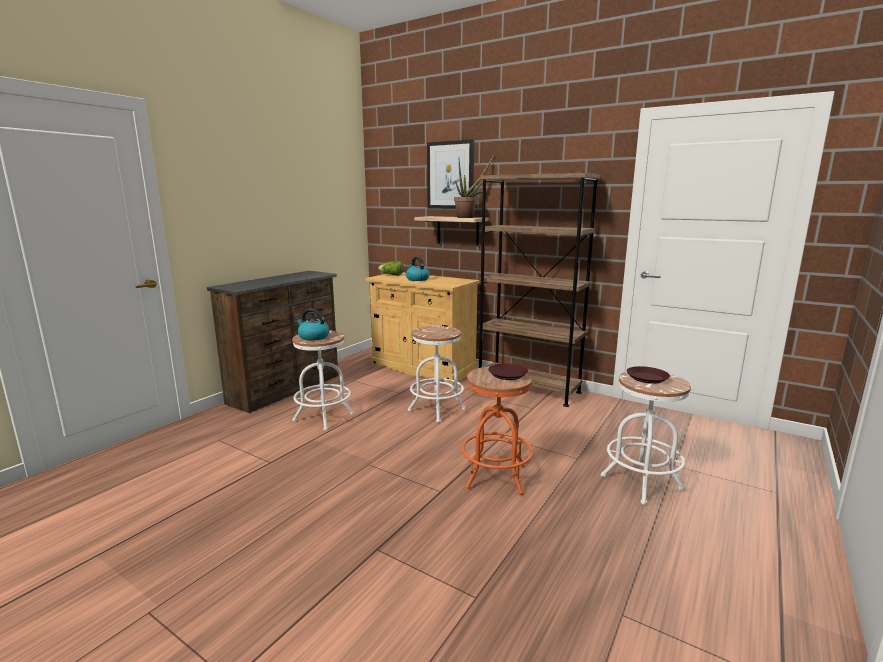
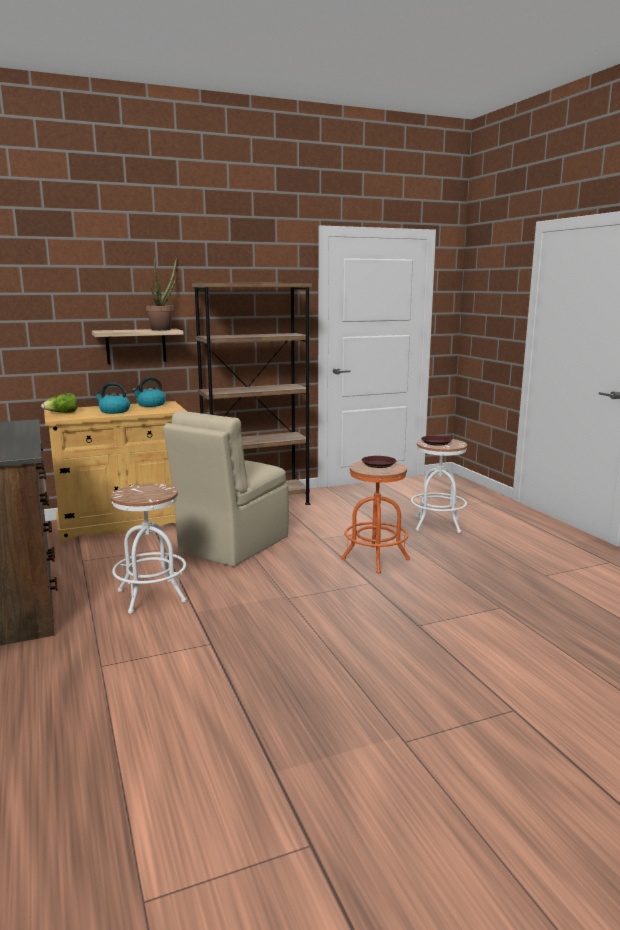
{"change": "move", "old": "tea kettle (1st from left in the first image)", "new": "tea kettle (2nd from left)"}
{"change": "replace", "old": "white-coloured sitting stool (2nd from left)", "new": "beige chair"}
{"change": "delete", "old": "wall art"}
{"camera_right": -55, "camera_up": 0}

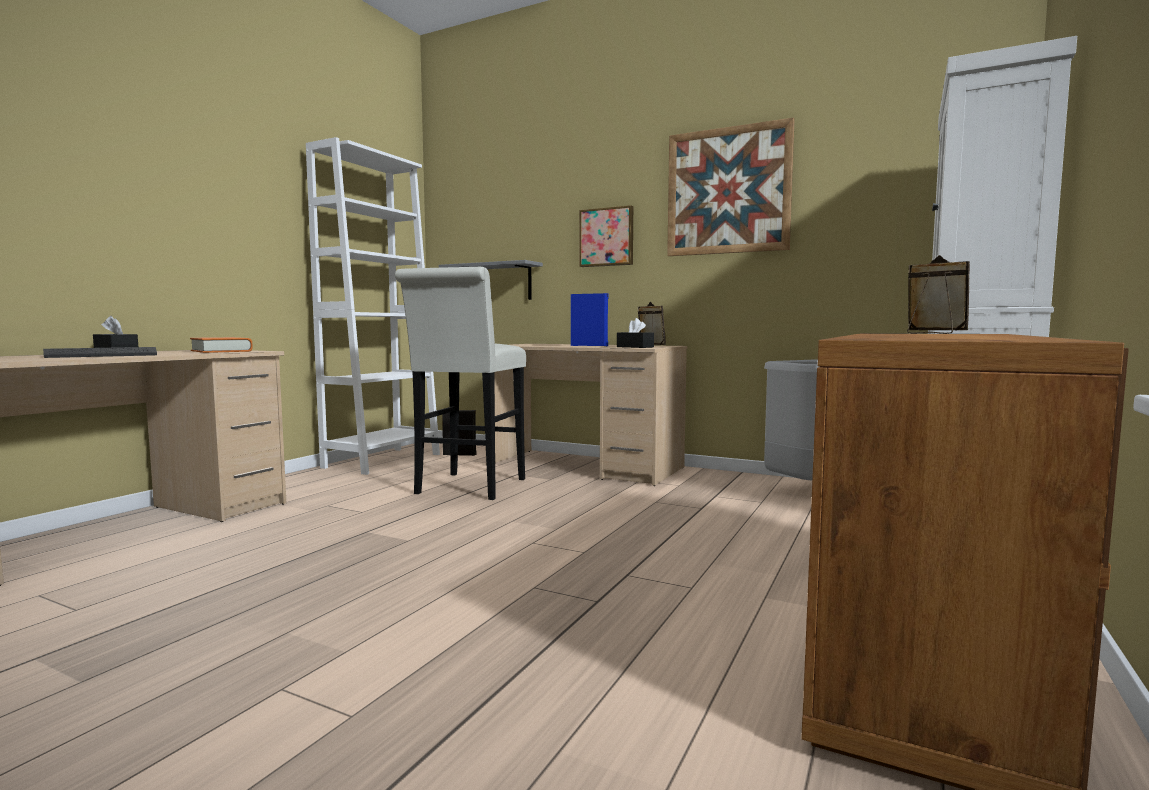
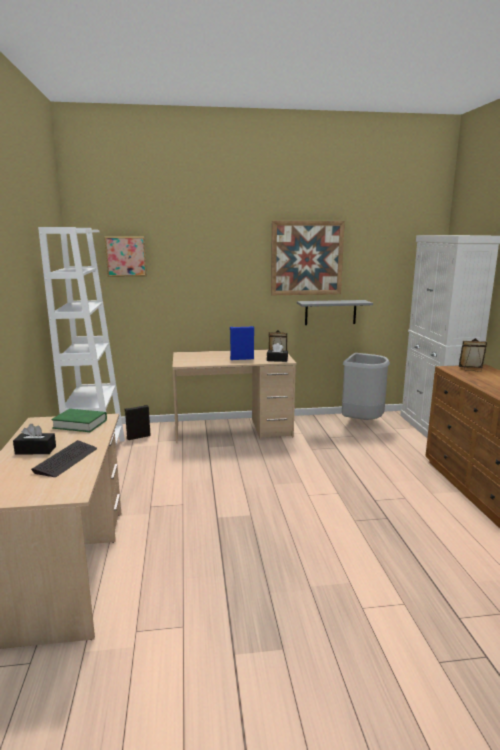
{"change": "recolor", "old": "orange book", "new": "greenish book"}
{"change": "move", "old": "wall art (1st from left)"}
{"change": "move", "old": "greyish shelf"}
{"change": "delete", "old": "white-coloured sitting stool"}
{"camera_right": -35, "camera_up": 10}

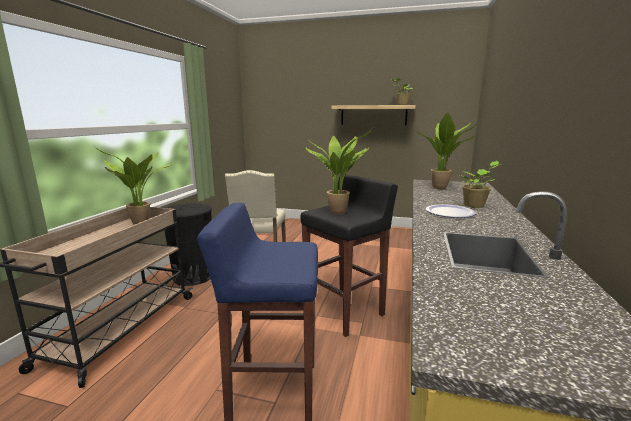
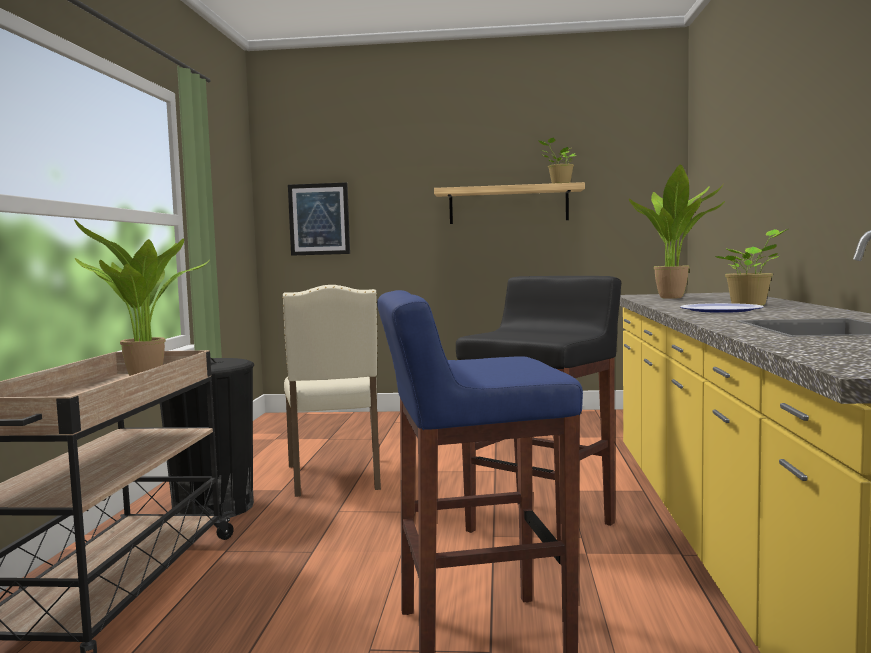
{"change": "insert", "new": "wall art"}
{"change": "delete", "old": "potted plant (2nd from left)"}
{"camera_right": -10, "camera_up": -10}

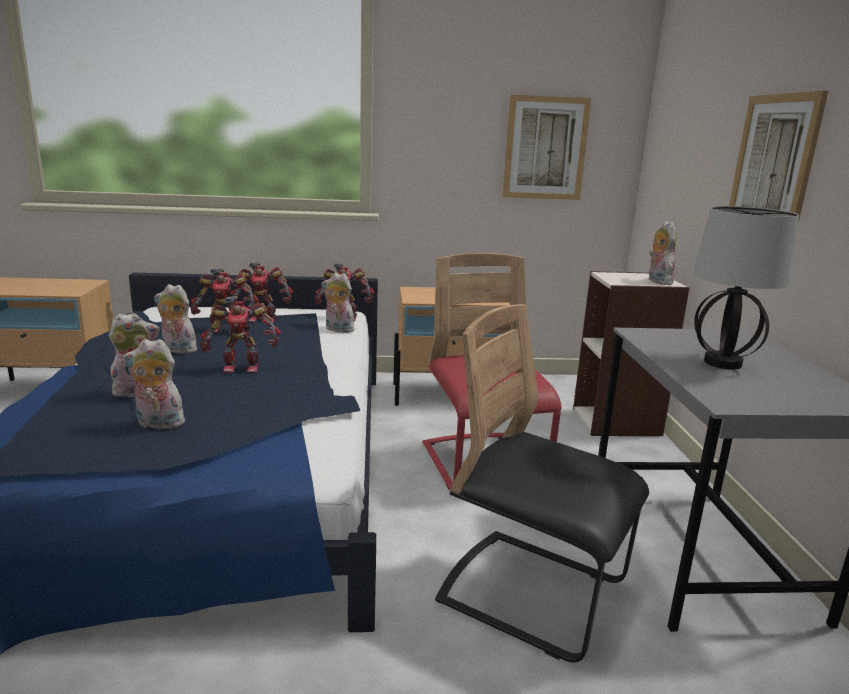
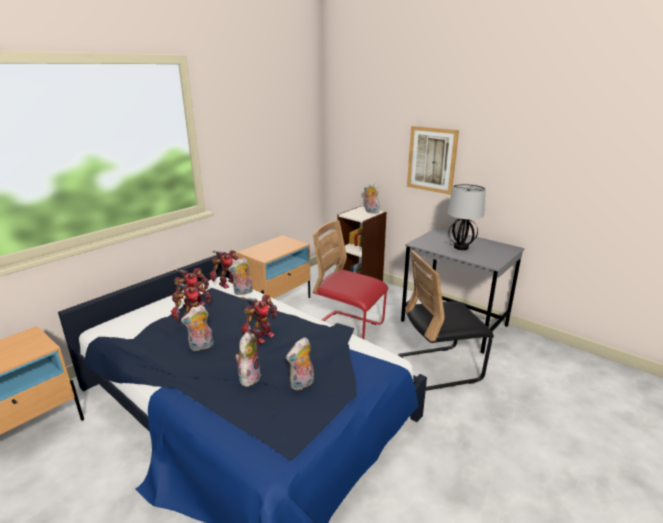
{"change": "delete", "old": "wall art (1st from left)"}
{"camera_right": -45, "camera_up": 5}

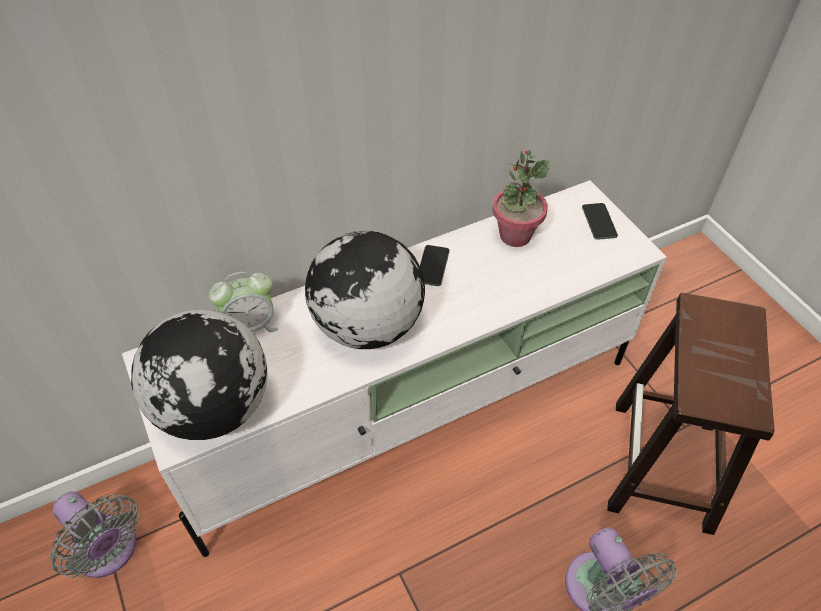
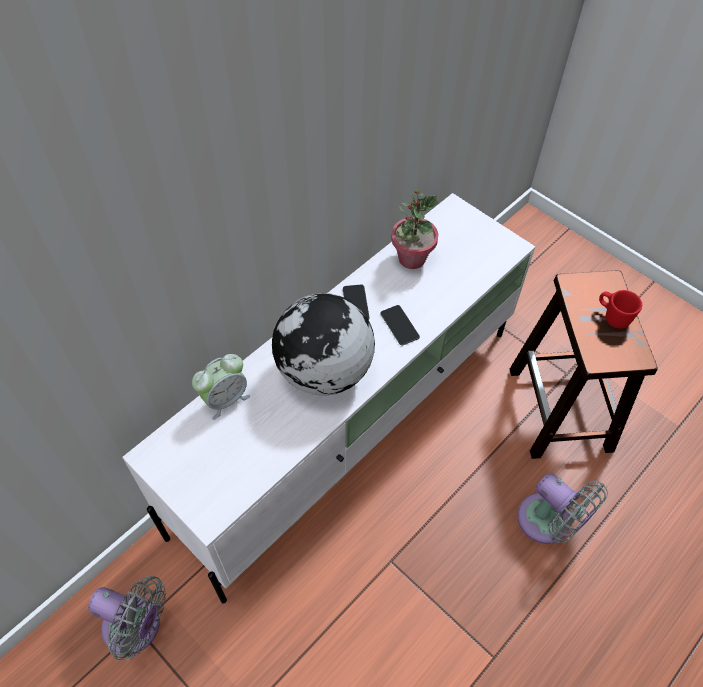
{"change": "move", "old": "phone (2nd from left)"}
{"change": "insert", "new": "red-coloured coffee mug"}
{"change": "delete", "old": "desk globe (1st from left)"}
{"camera_right": -20, "camera_up": 5}

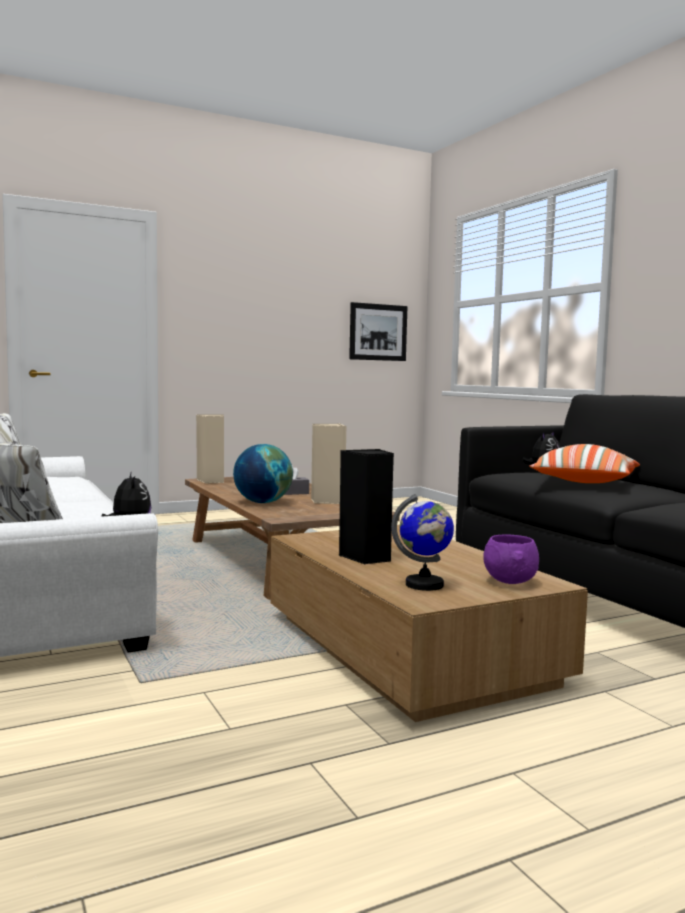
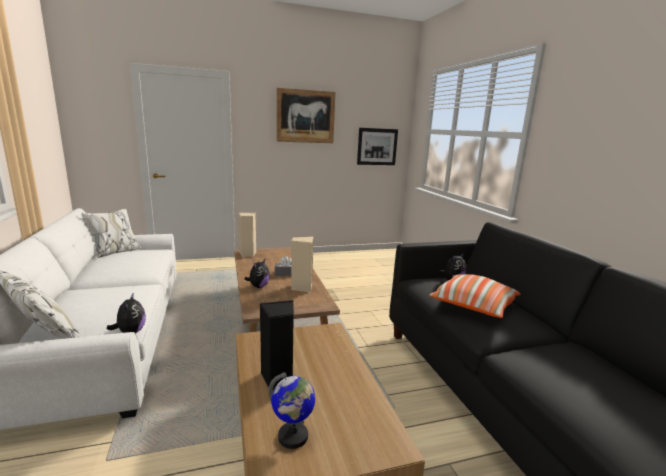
{"change": "replace", "old": "desk globe (1st from left)", "new": "plush toy (2nd from left)"}
{"change": "insert", "new": "wall art (1st from left)"}
{"change": "delete", "old": "purplish serving bowl"}
{"camera_right": 10, "camera_up": 10}

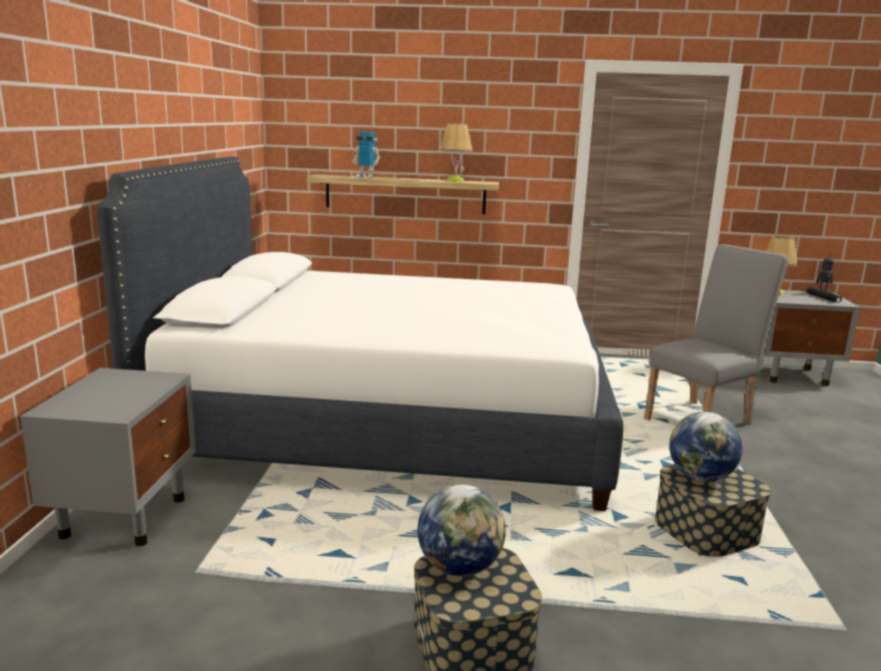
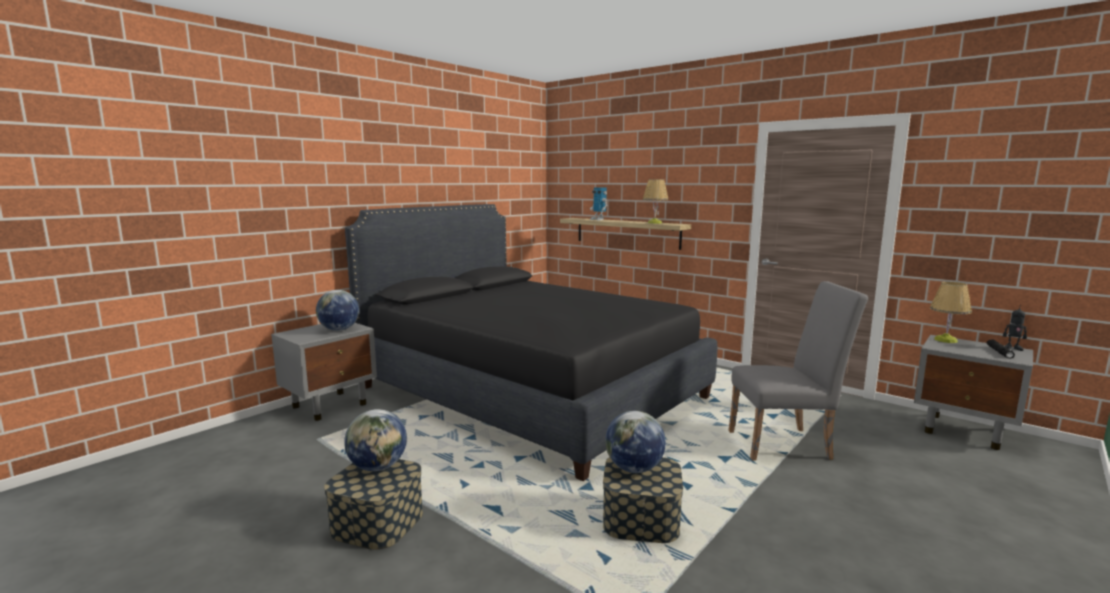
{"change": "insert", "new": "desk globe (1st from left)"}
{"change": "recolor", "old": "white-coloured bed", "new": "blackish bed"}
{"camera_right": 35, "camera_up": -5}

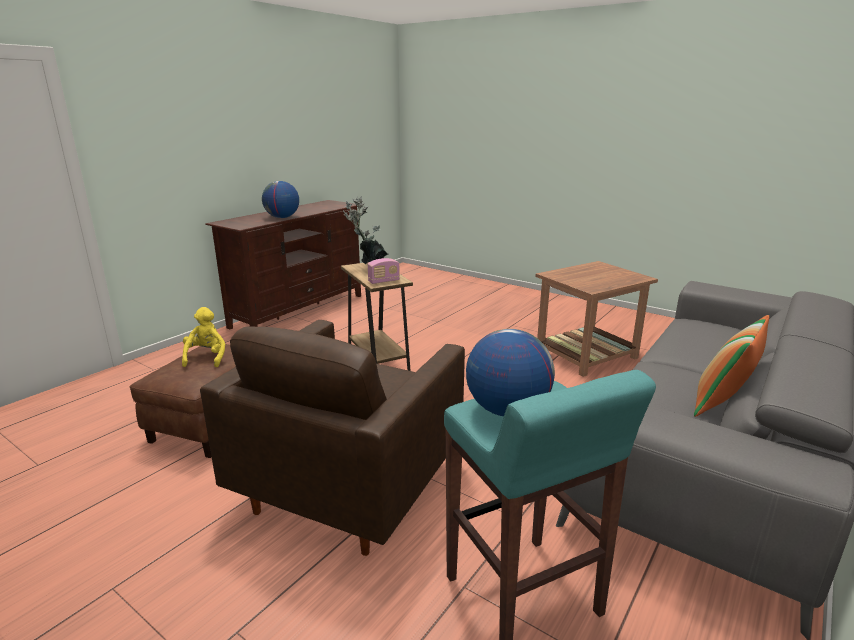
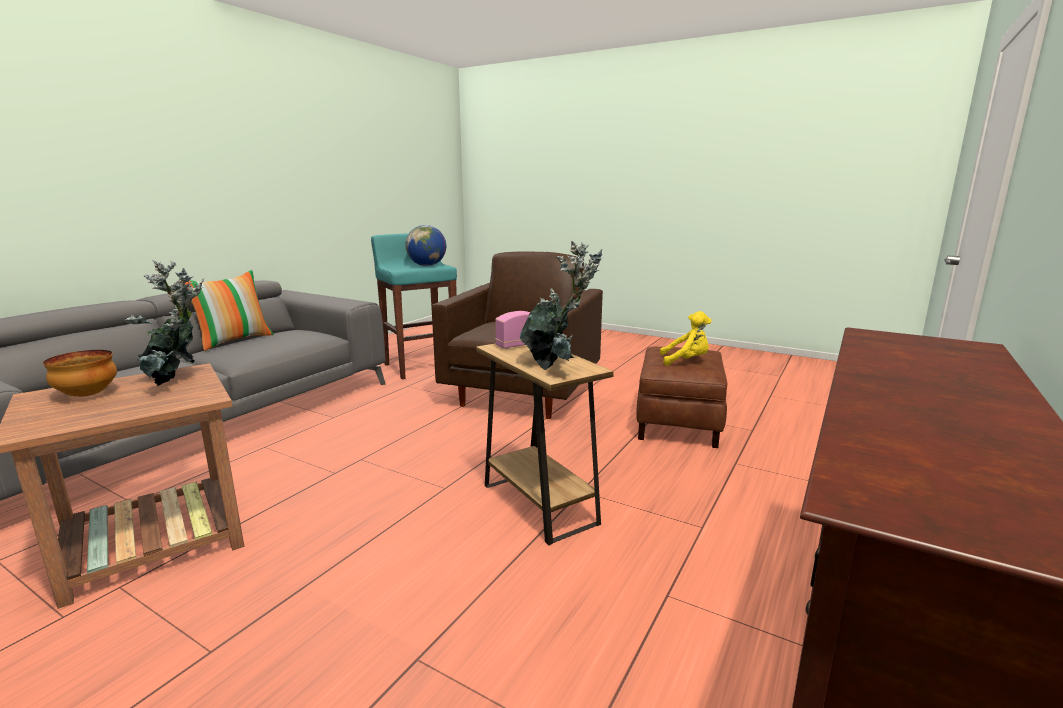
{"change": "insert", "new": "serving bowl"}
{"change": "insert", "new": "potted plant (1st from left)"}
{"change": "rotate", "old": "yellowish plush toy", "degrees": -75}
{"change": "delete", "old": "desk globe (1st from left)"}
{"camera_right": 175, "camera_up": -5}

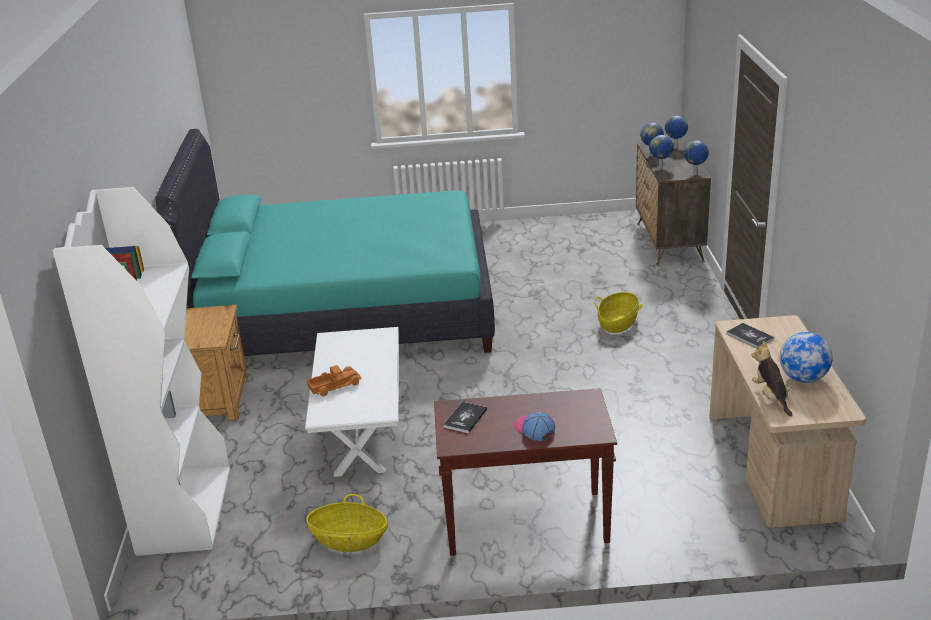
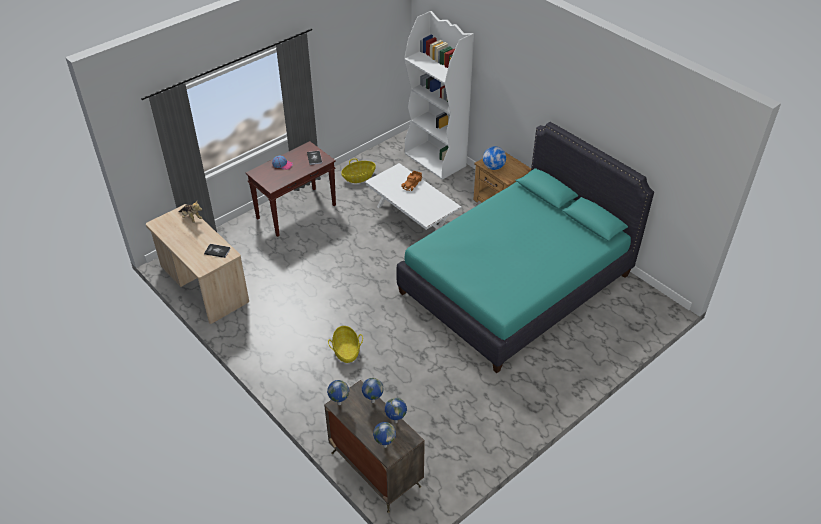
{"change": "move", "old": "desk globe (5th from left)"}
{"camera_right": 140, "camera_up": 15}

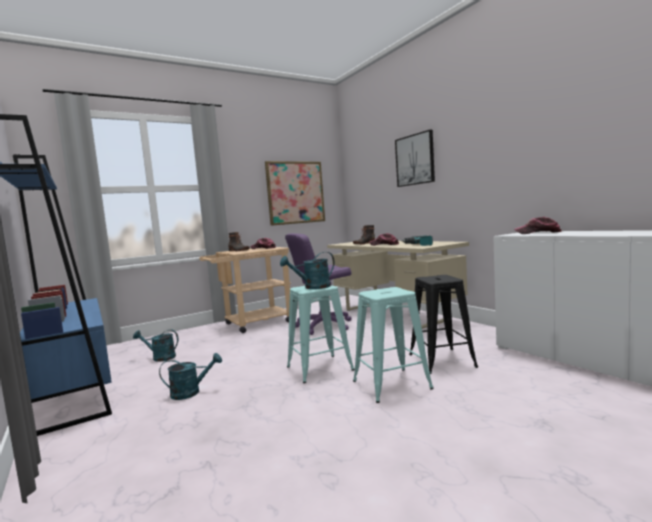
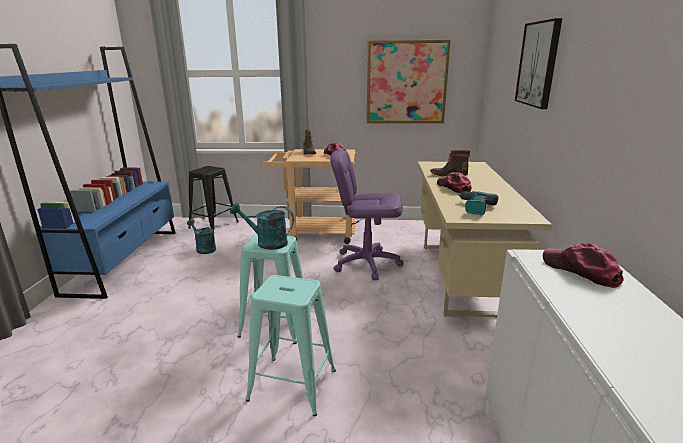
{"change": "move", "old": "blackish sitting stool"}
{"change": "delete", "old": "turquoise-coloured watering pot (2nd from left)"}
{"camera_right": 35, "camera_up": 15}

